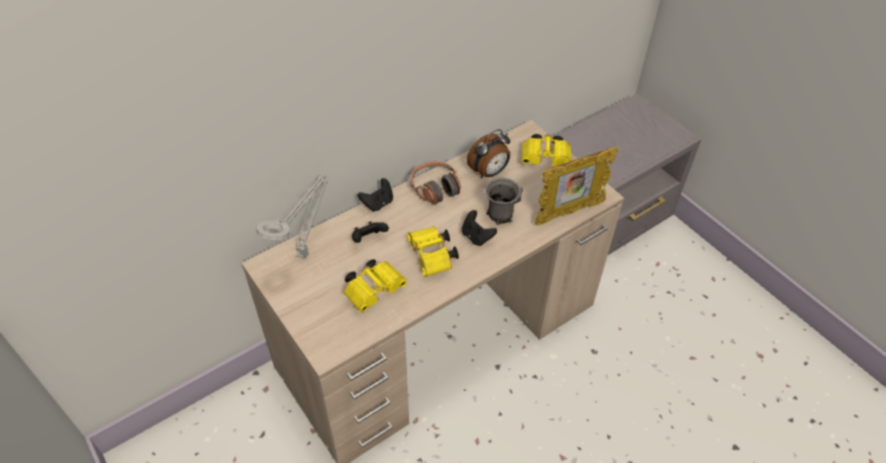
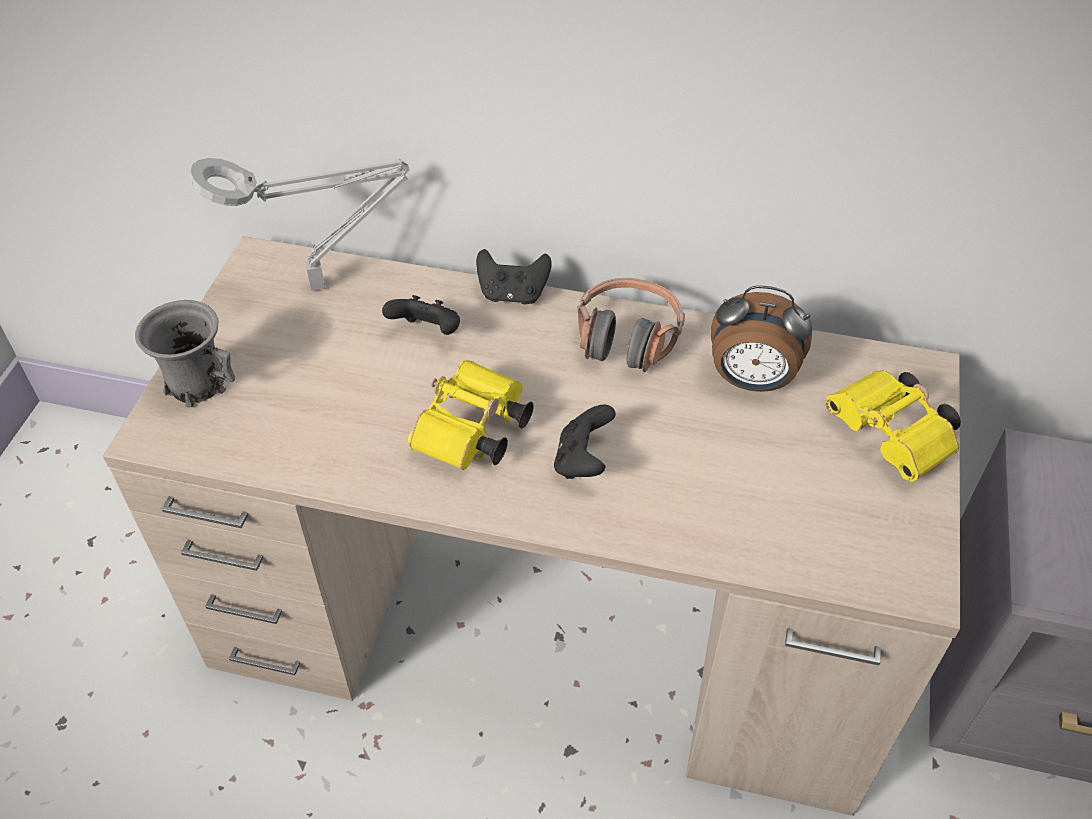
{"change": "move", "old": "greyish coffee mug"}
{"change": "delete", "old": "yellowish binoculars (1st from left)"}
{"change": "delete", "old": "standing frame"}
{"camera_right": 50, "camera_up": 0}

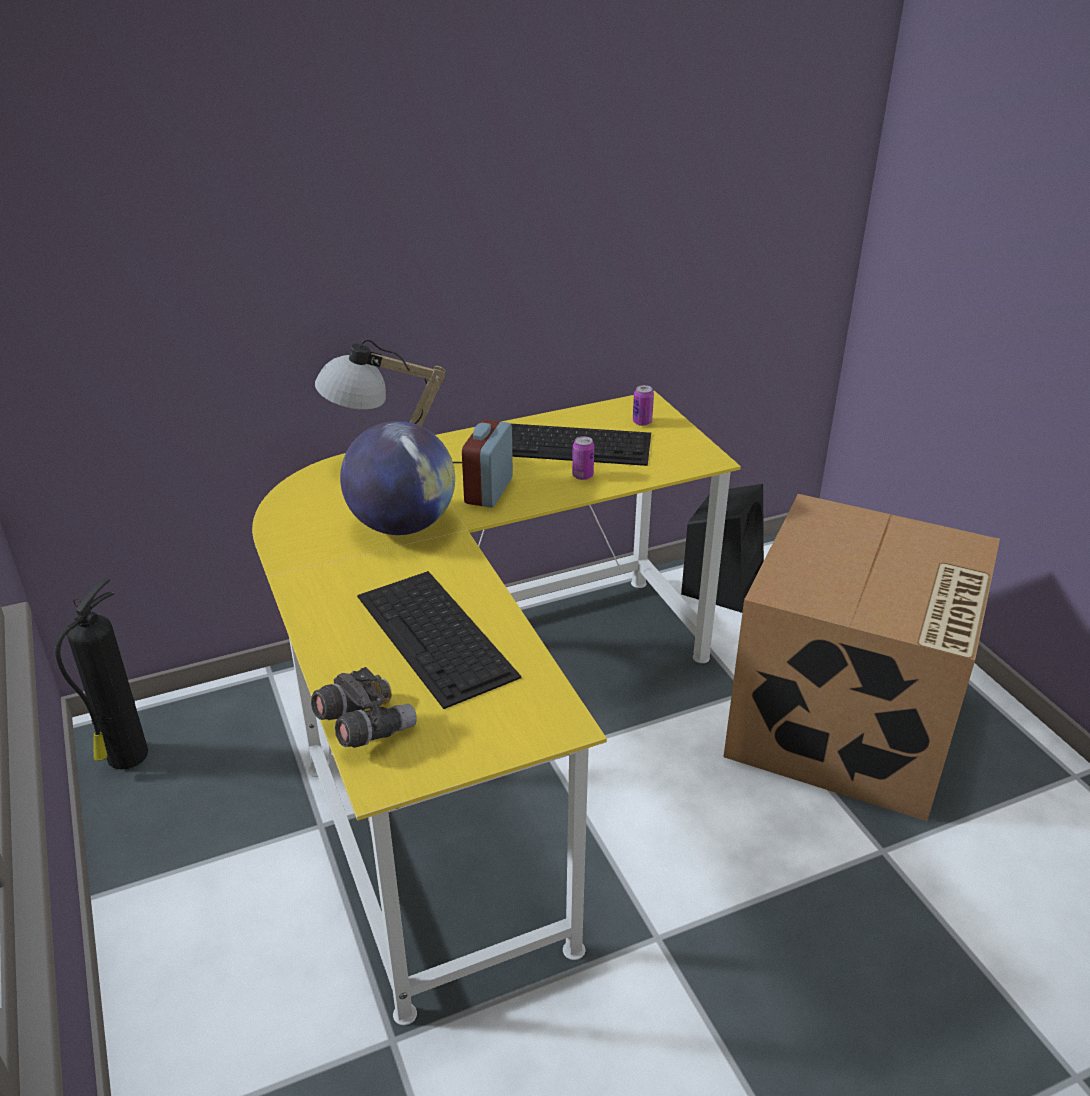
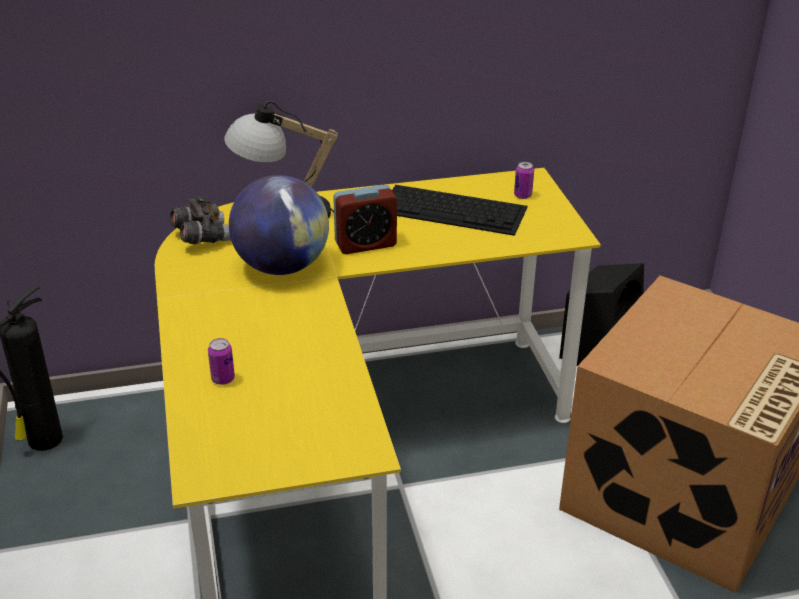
{"change": "move", "old": "greyish binoculars"}
{"change": "move", "old": "metal can (1st from left)"}
{"change": "rotate", "old": "bedside clock", "degrees": -135}
{"change": "delete", "old": "computer keyboard (1st from left)"}
{"camera_right": 10, "camera_up": 0}

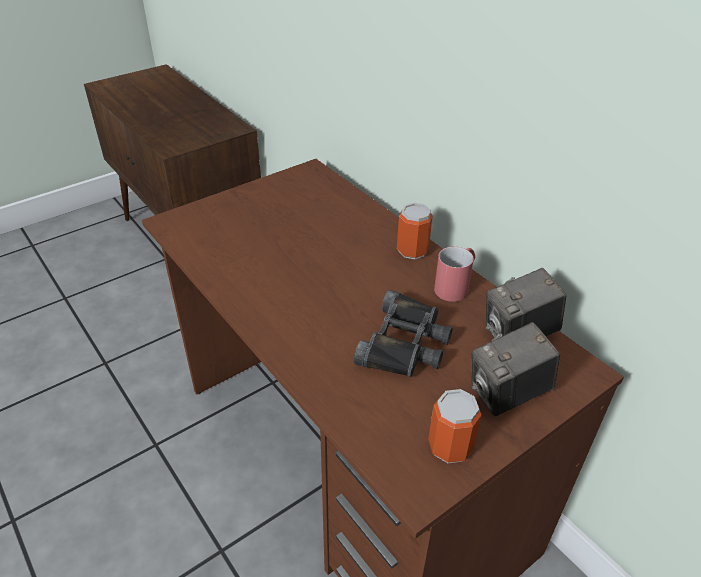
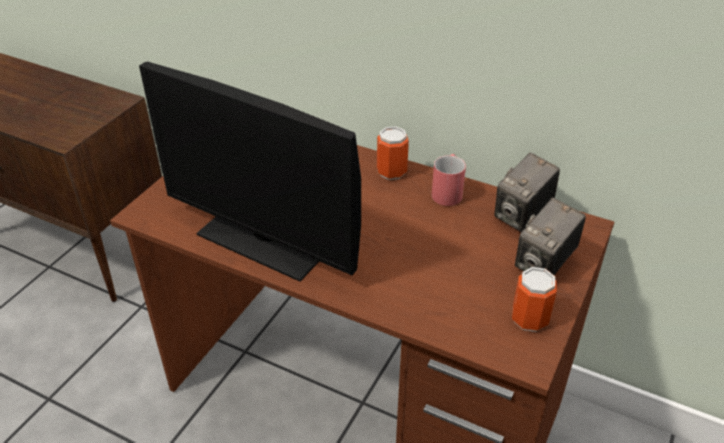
{"change": "insert", "new": "computer screen"}
{"change": "delete", "old": "blackish binoculars"}
{"camera_right": -25, "camera_up": 0}

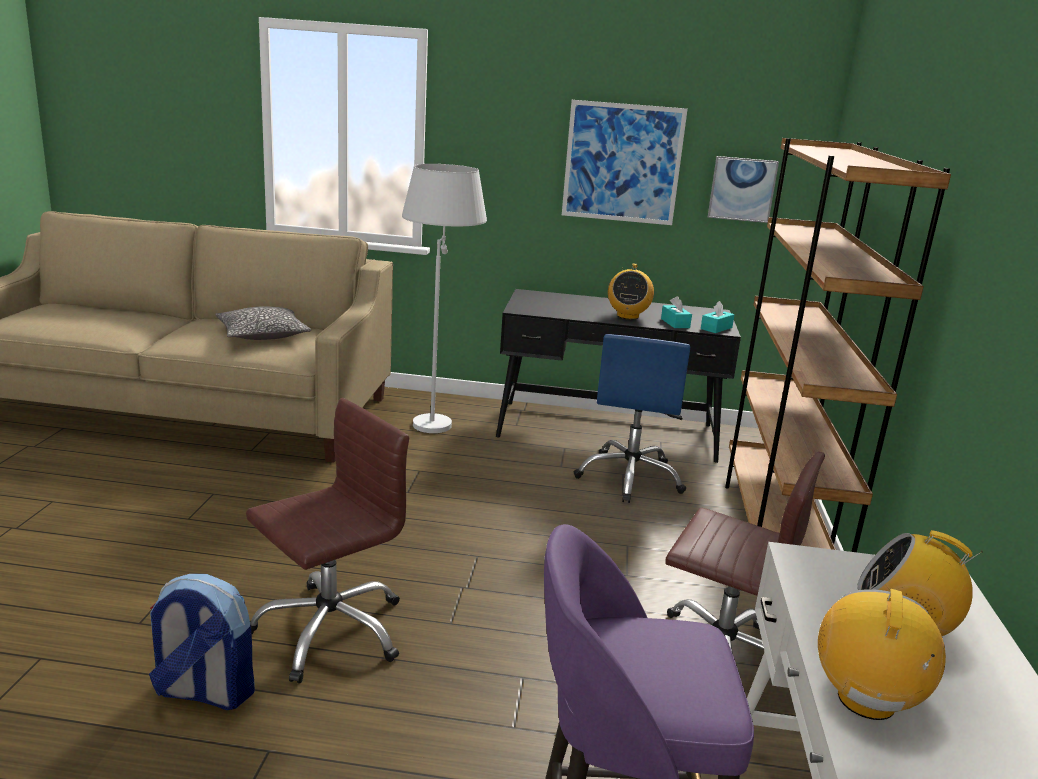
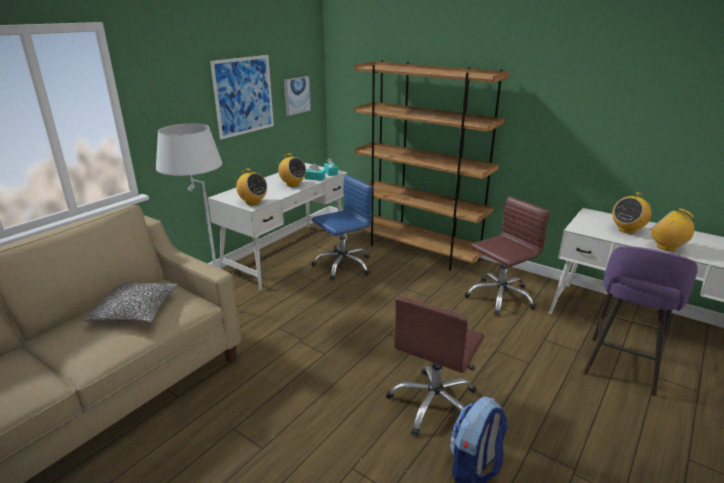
{"change": "recolor", "old": "blackish desk unit", "new": "white-coloured desk unit (1st from left)"}
{"change": "insert", "new": "radio (1st from left)"}
{"change": "rotate", "old": "blue desk chair", "degrees": -75}
{"change": "rotate", "old": "brown desk chair (1st from left)", "degrees": -135}
{"camera_right": -60, "camera_up": 5}

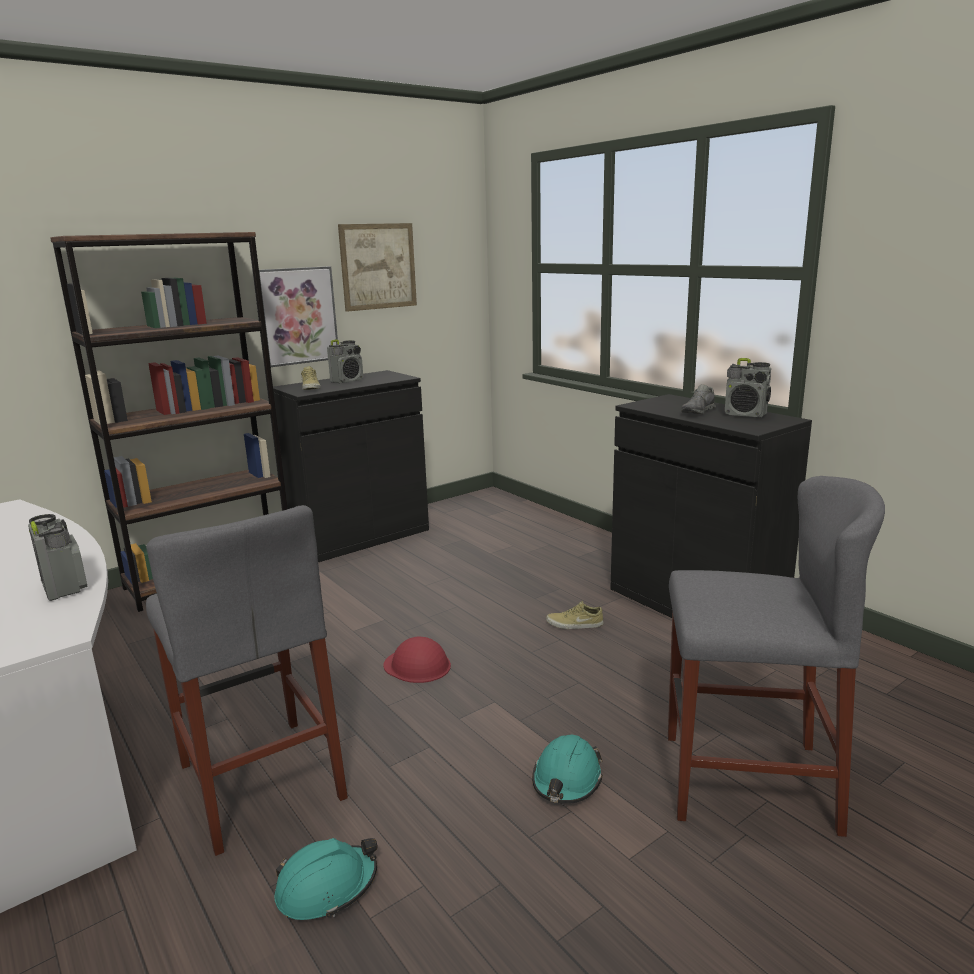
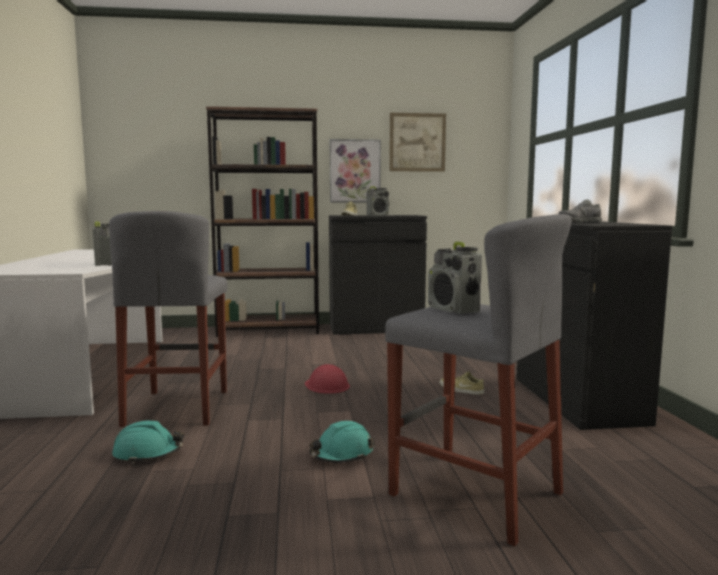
{"change": "move", "old": "radio (3rd from left)"}
{"camera_right": 30, "camera_up": -10}

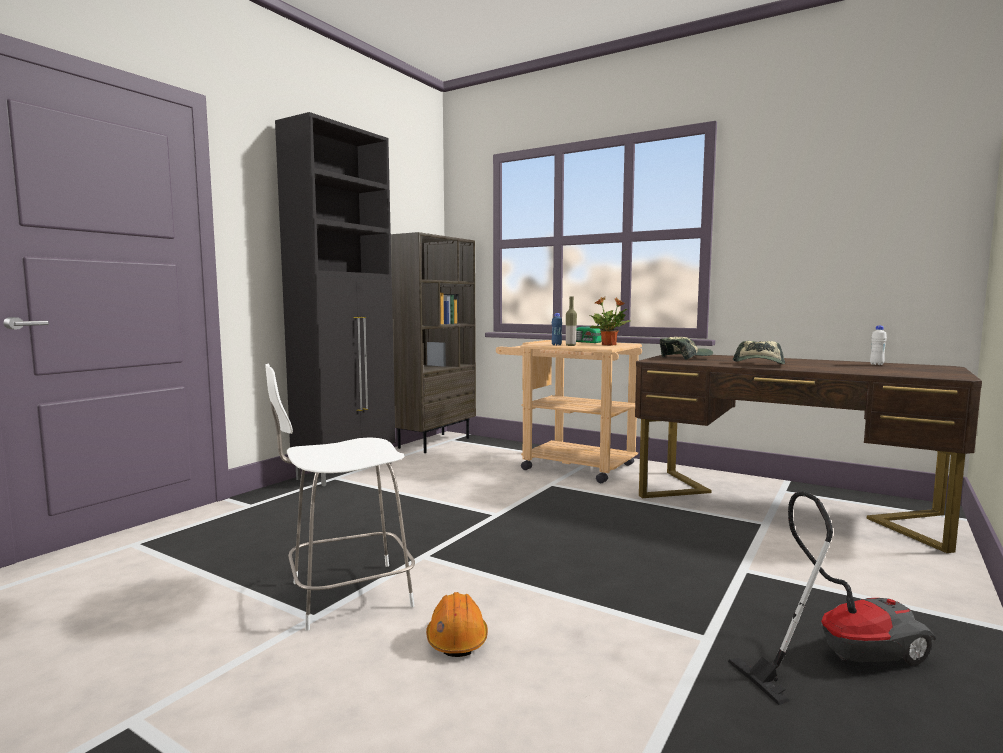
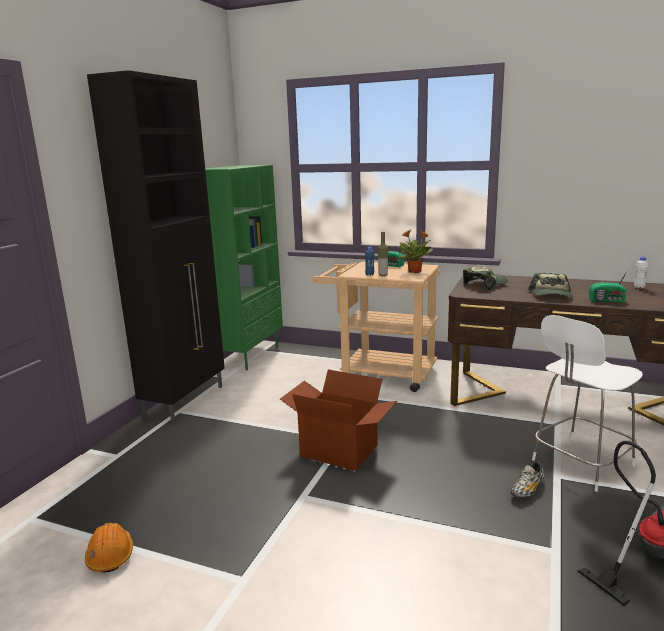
{"change": "move", "old": "orange work helmet"}
{"change": "recolor", "old": "brown bookcase", "new": "greenish bookcase"}
{"change": "insert", "new": "packing box"}
{"change": "insert", "new": "shoe"}
{"change": "move", "old": "white-coloured sitting stool"}
{"change": "insert", "new": "radio (2nd from left)"}
{"camera_right": -10, "camera_up": 10}

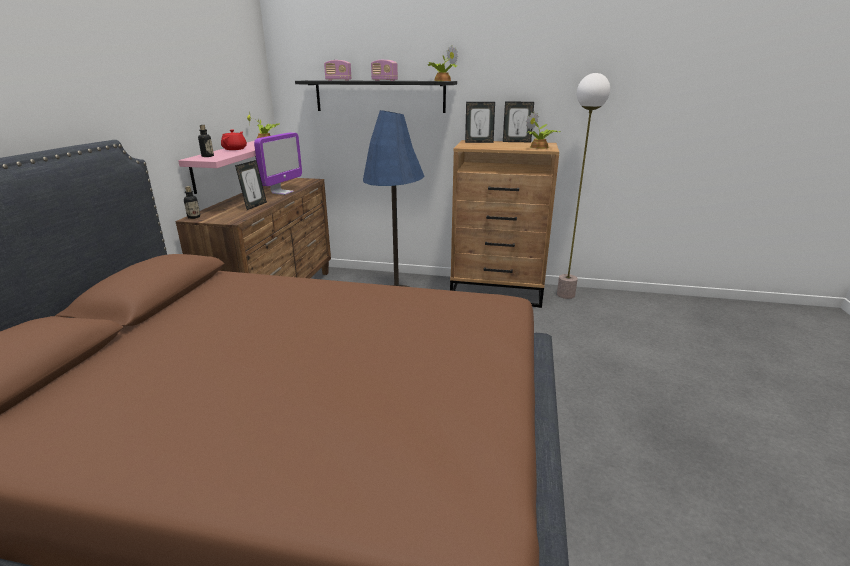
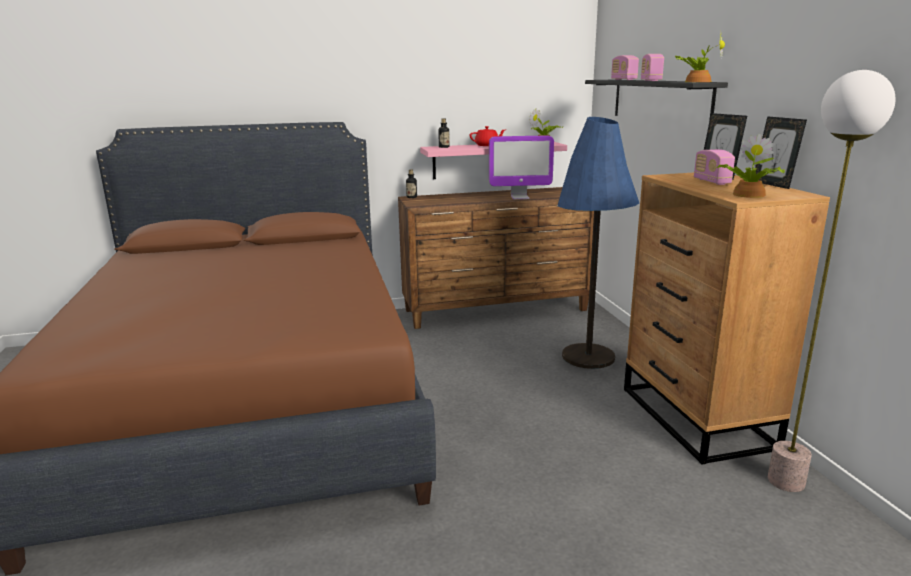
{"change": "insert", "new": "radio (3rd from left)"}
{"change": "delete", "old": "standing frame (1st from left)"}
{"camera_right": 65, "camera_up": -5}

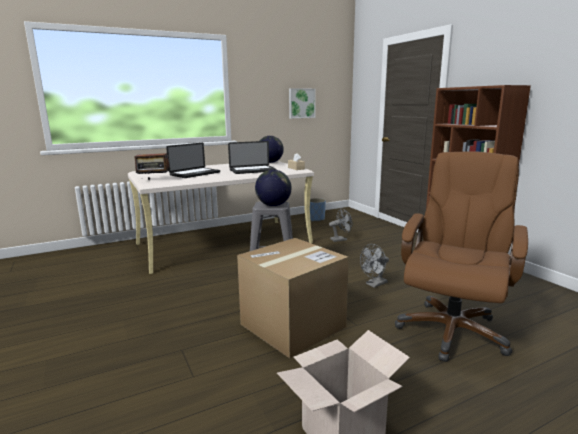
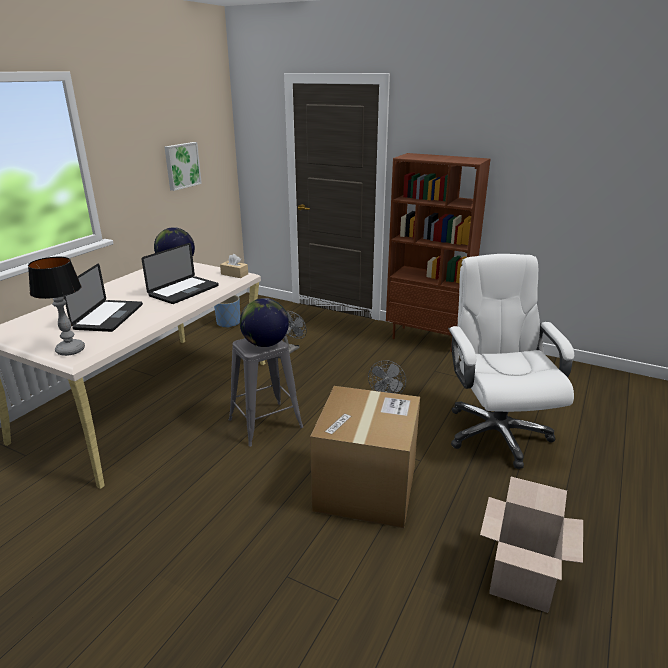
{"change": "replace", "old": "radio", "new": "table lamp"}
{"change": "recolor", "old": "brown desk chair", "new": "white-coloured desk chair"}
{"camera_right": -35, "camera_up": 10}

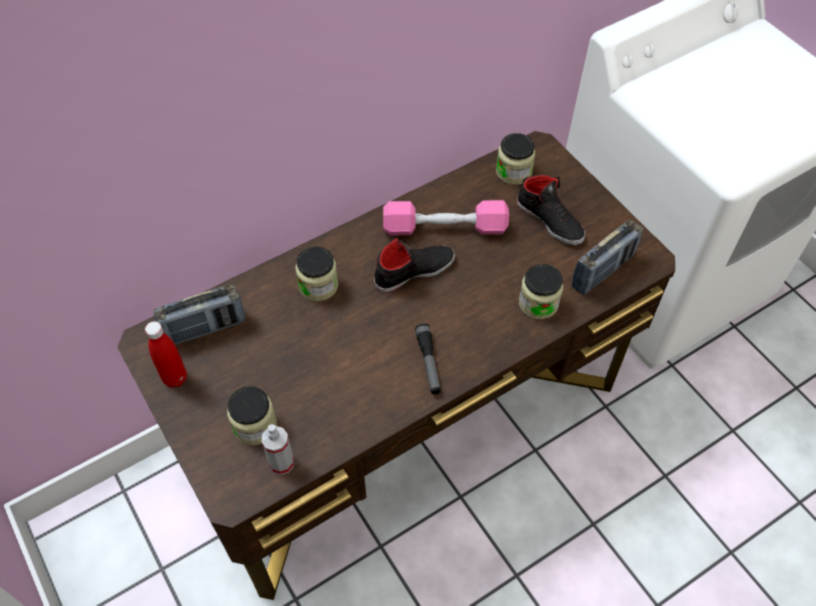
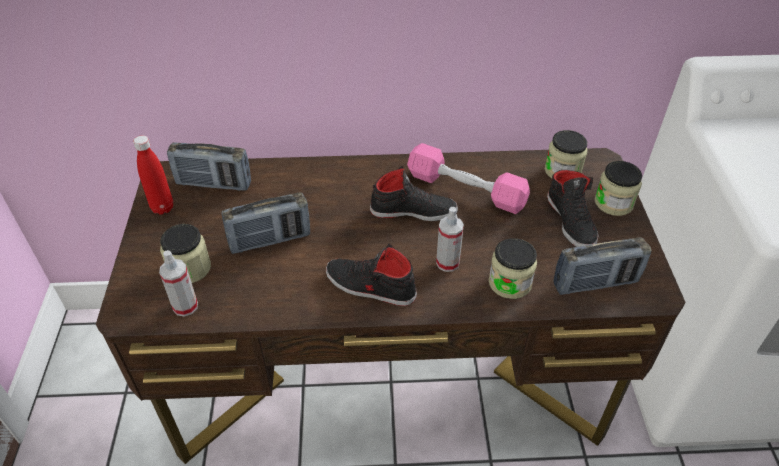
{"change": "insert", "new": "radio (2nd from left)"}
{"change": "replace", "old": "torch", "new": "blackish shoe (1st from left)"}
{"change": "insert", "new": "hand sprayer (2nd from left)"}
{"change": "move", "old": "preserve jar (2nd from left in the first image)", "new": "preserve jar (4th from left)"}
{"camera_right": 30, "camera_up": -10}

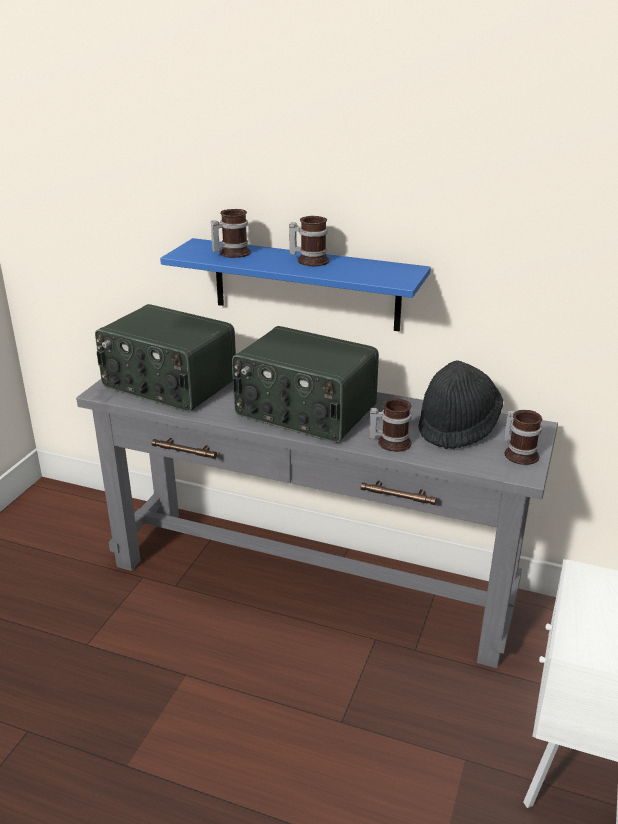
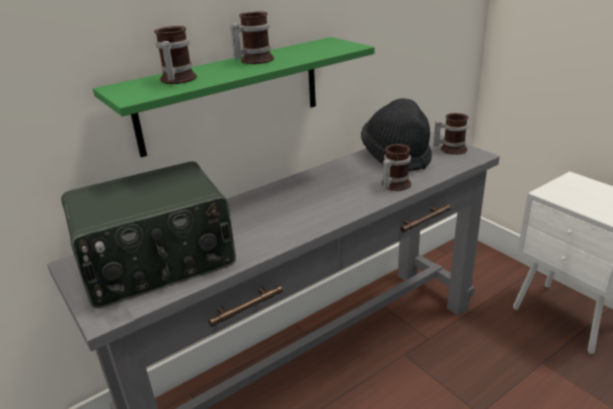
{"change": "recolor", "old": "blue shelf", "new": "greenish shelf"}
{"change": "delete", "old": "radio (2nd from left)"}
{"camera_right": -55, "camera_up": 0}

